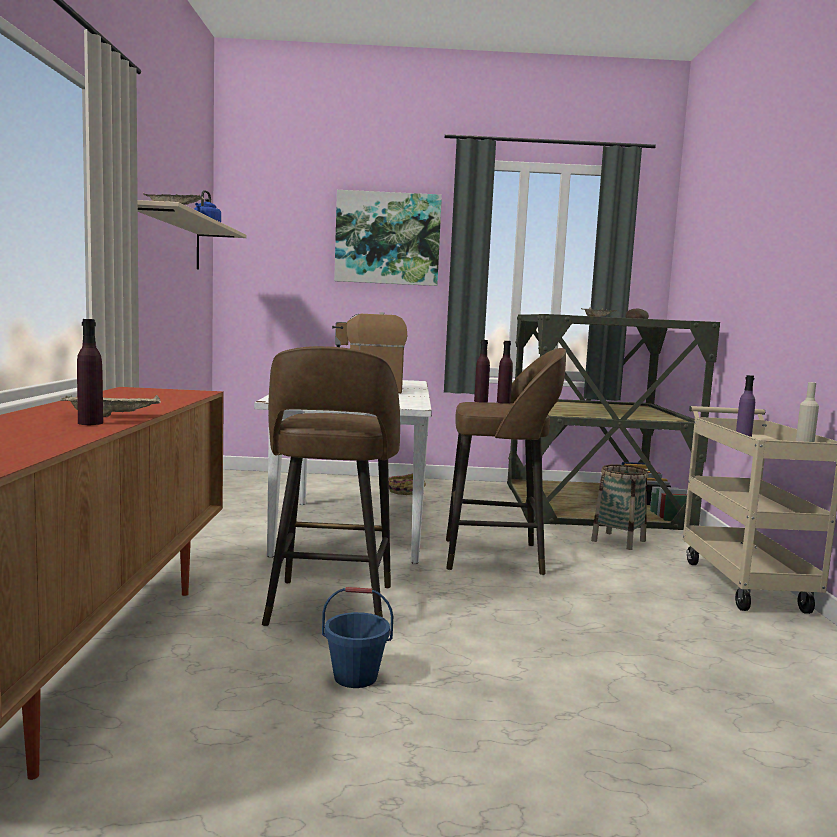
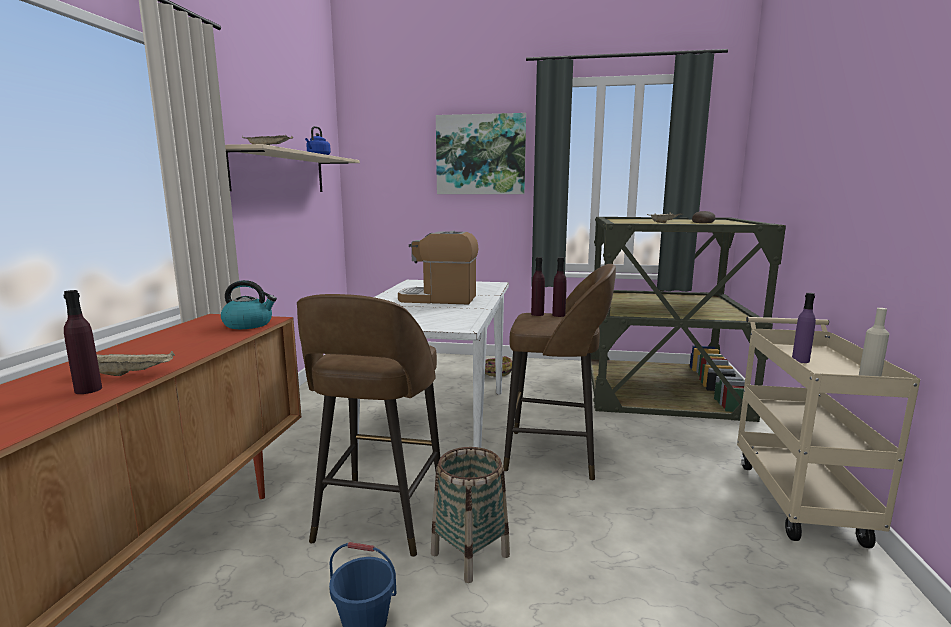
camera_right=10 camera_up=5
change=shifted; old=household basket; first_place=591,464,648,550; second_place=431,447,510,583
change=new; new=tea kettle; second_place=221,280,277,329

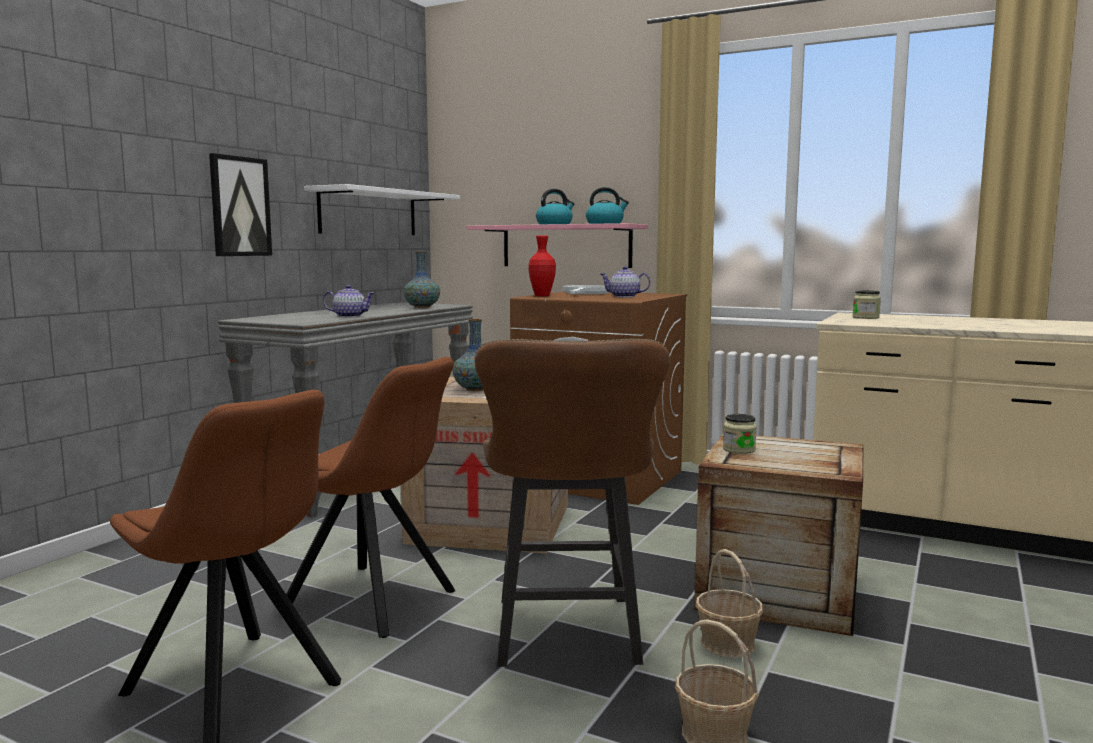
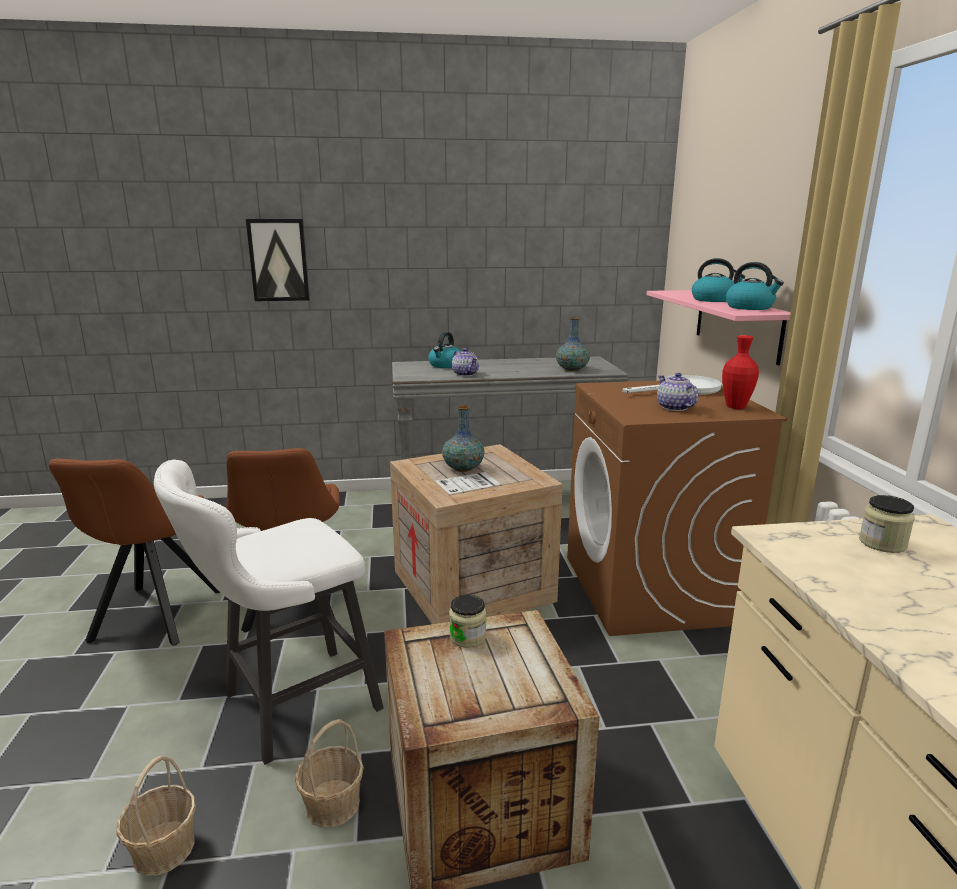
camera_right=55 camera_up=10
change=shifted; old=picture; first_place=209,153,272,256; second_place=246,219,310,301
change=gone; old=shelf/whitish; first_place=304,184,460,235
change=shifted; old=flower vase/red; first_place=528,236,556,296; second_place=722,335,759,409
change=repainted; old=stool seat/brown; new=stool seat/whitish; first_place=475,338,670,667; second_place=154,459,384,765
change=new; new=tea kettle; second_place=428,332,461,368

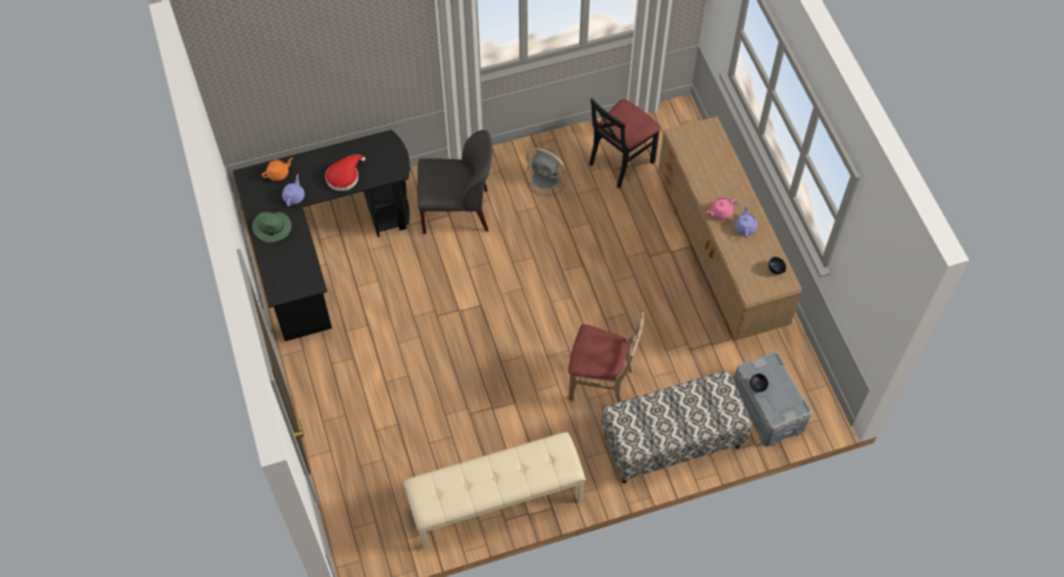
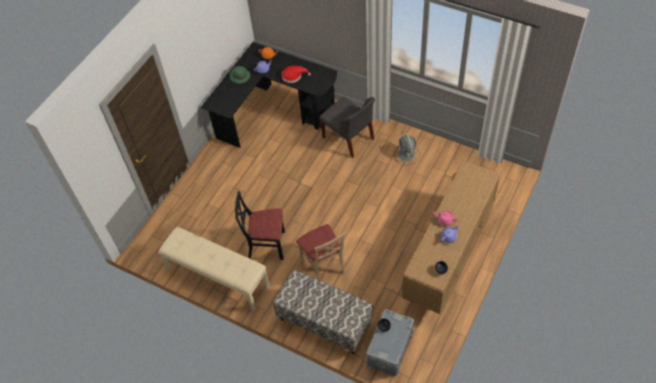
camera_right=50 camera_up=-5
change=shifted; old=chair/blackish; first_place=589,98,661,188; second_place=235,191,285,260

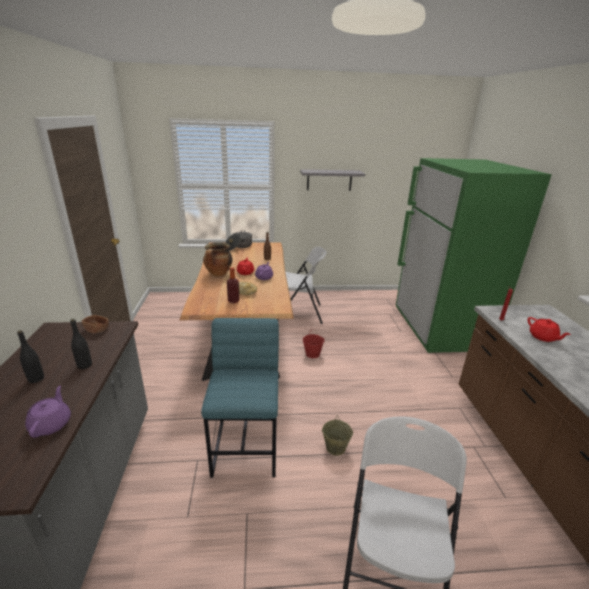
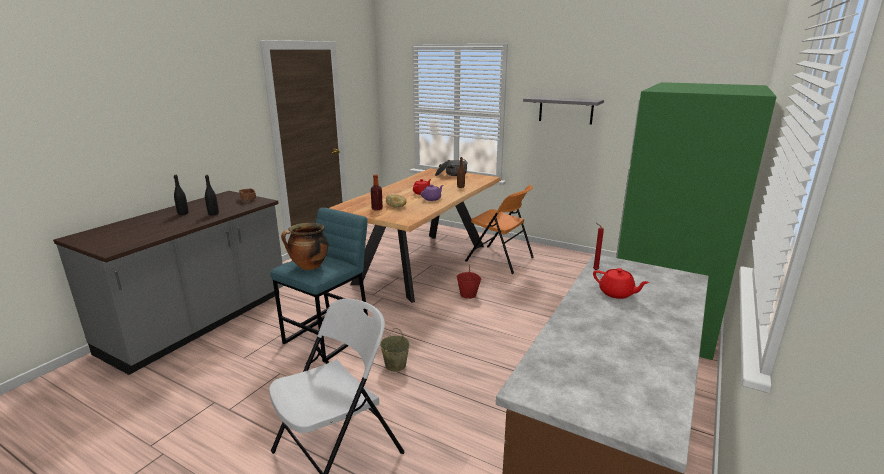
camera_right=35 camera_up=-5
change=shifted; old=stockpot; first_place=203,242,233,277; second_place=281,223,328,270
change=repainted; old=chair/whitish; new=chair/orange-coloured; first_place=277,247,327,324; second_place=465,185,534,274
change=rotated; old=tea pot/red; first_place=528,317,571,342; second_place=593,268,650,299; degrees=-60
change=gone; old=tea pot/purple-coloured; first_place=25,385,71,438

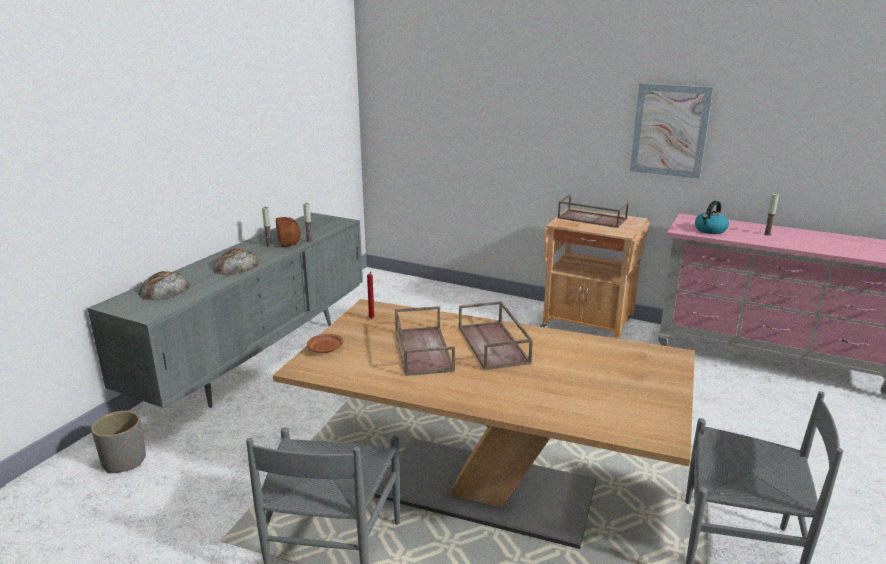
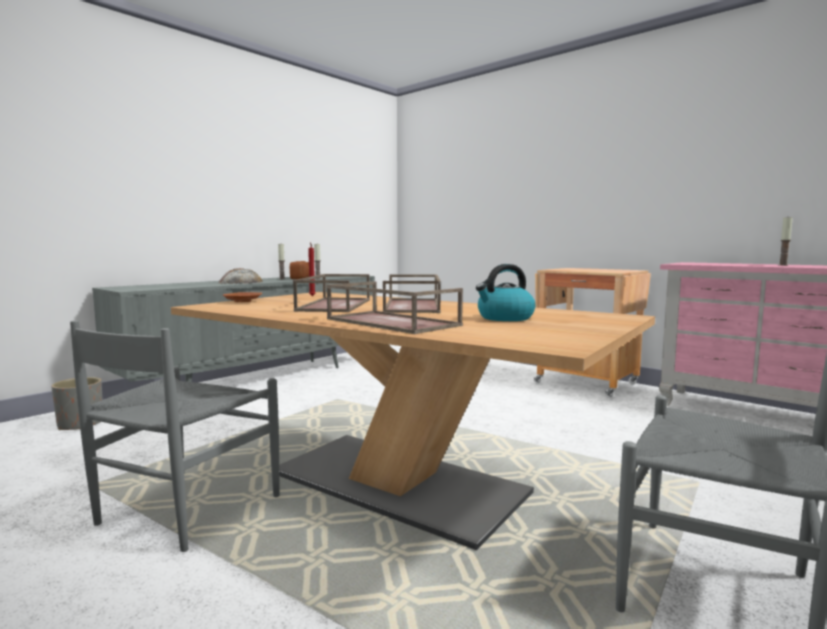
camera_right=15 camera_up=-15
change=gone; old=picture; first_place=630,83,713,179
change=shifted; old=carrying tray/brown; first_place=557,194,629,228; second_place=326,281,463,334
change=shifted; old=tea kettle; first_place=695,201,729,234; second_place=476,264,535,321
change=gone; old=bakery bread; first_place=138,271,190,301

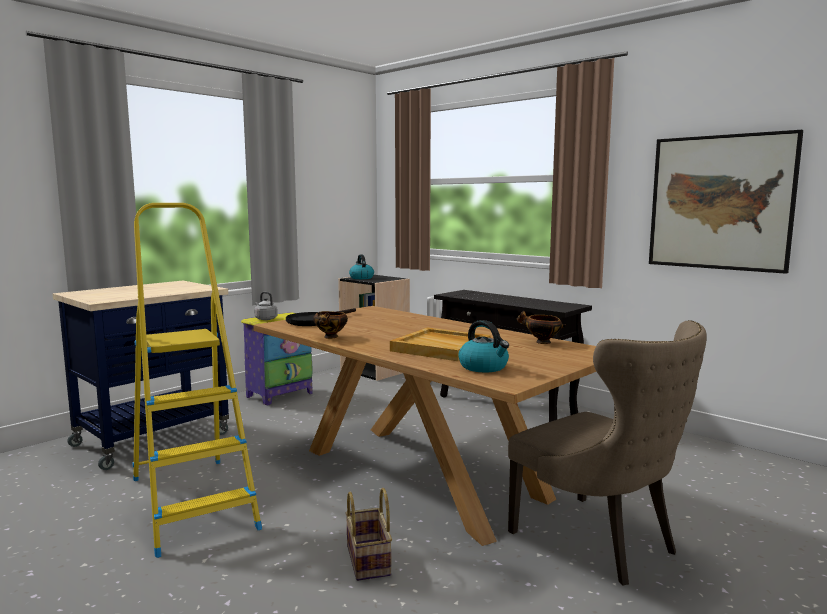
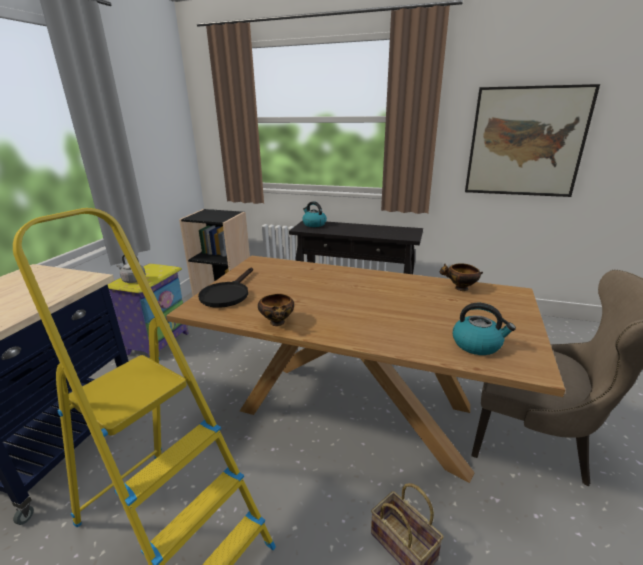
camera_right=-25 camera_up=15
change=shifted; old=tea kettle; first_place=349,254,374,279; second_place=302,201,327,227
change=gone; old=carrying tray/beige; first_place=390,327,491,361

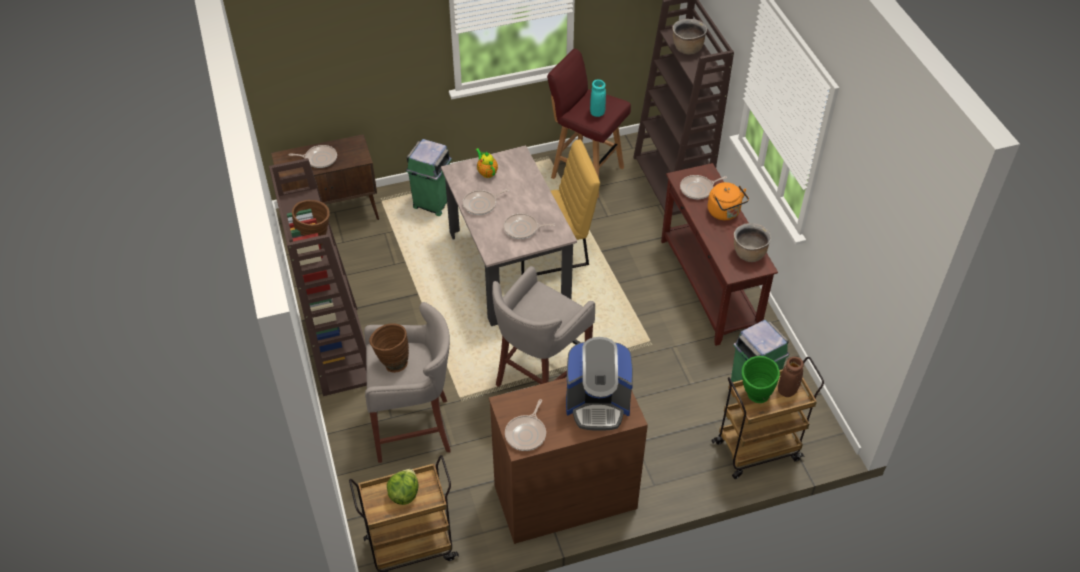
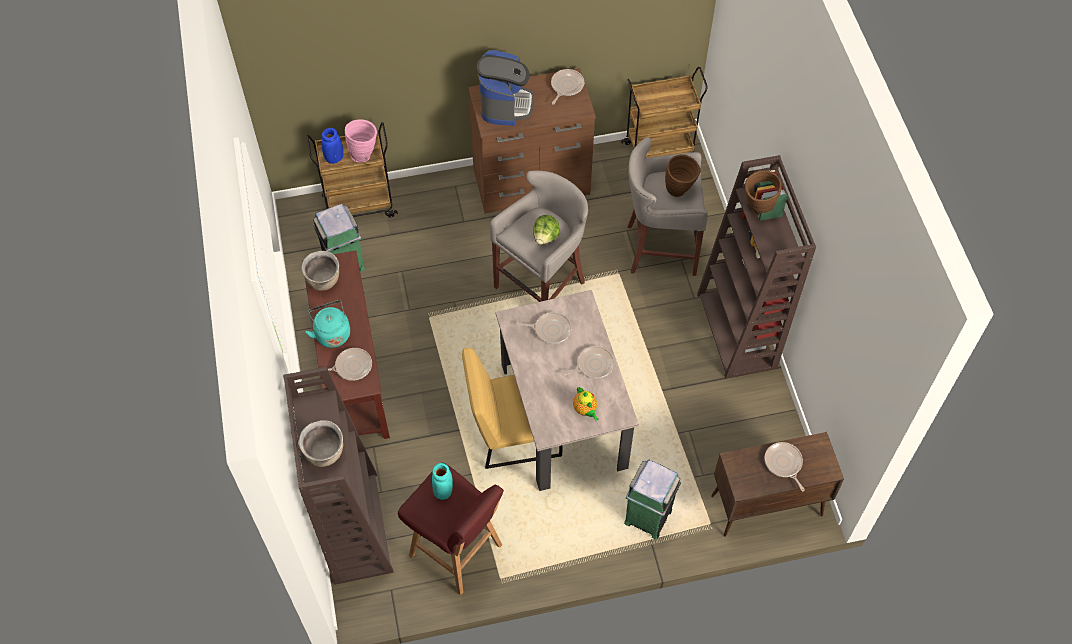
camera_right=-175 camera_up=10
change=rotated; old=skillet; first_place=289,145,337,168; second_place=765,442,805,491; degrees=60
change=repainted; old=tea kettle/orange-coloured; new=tea kettle/turquoise; first_place=708,182,749,220; second_place=305,300,350,348
change=rotated; old=coffee maker; first_place=566,337,633,431; second_place=477,50,534,126; degrees=90
change=repainted; old=flower vase/greenish; new=flower vase/pink; first_place=742,356,780,403; second_place=345,119,377,162
change=repainted; old=flower vase/brown; new=flower vase/blue; first_place=778,357,804,397; second_place=321,128,344,164
change=shifted; old=lettuce; first_place=387,469,418,505; second_place=533,215,560,245

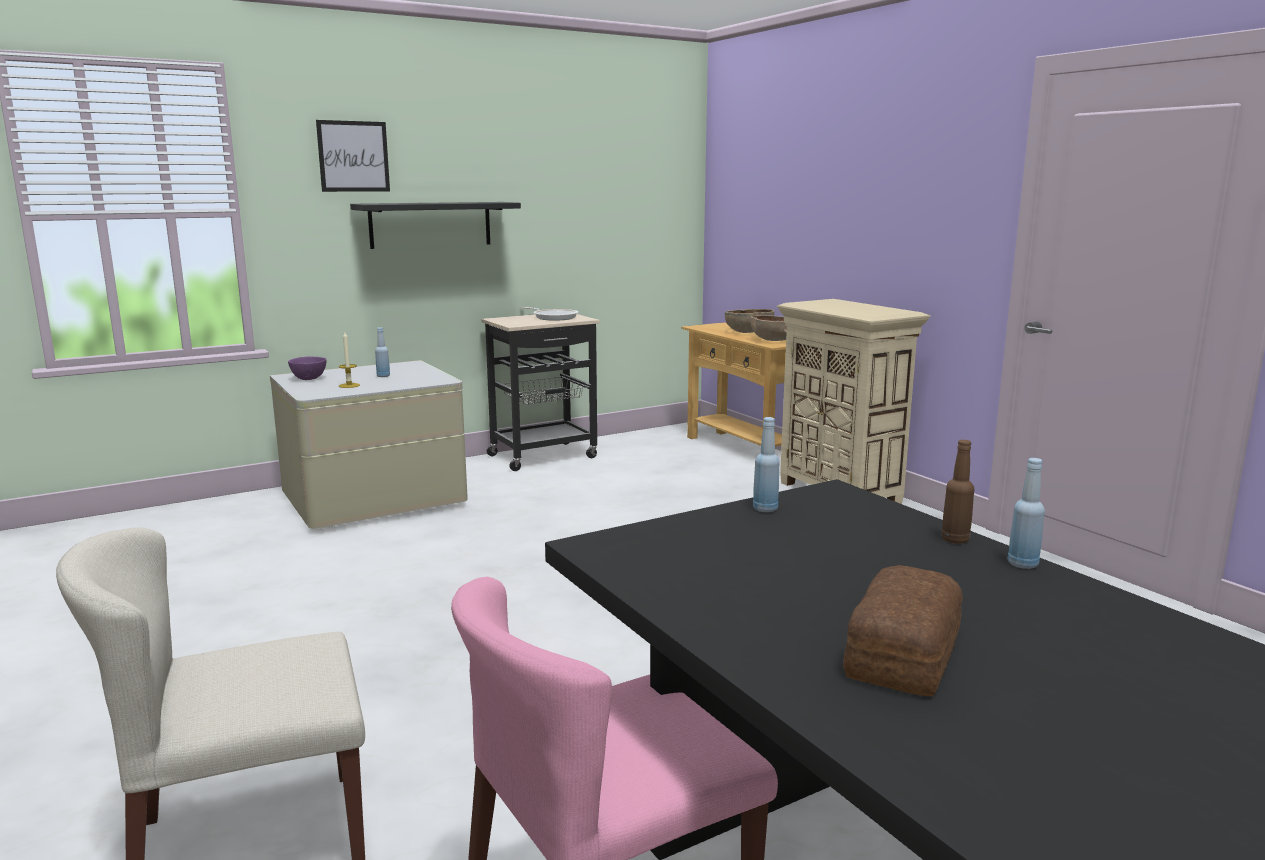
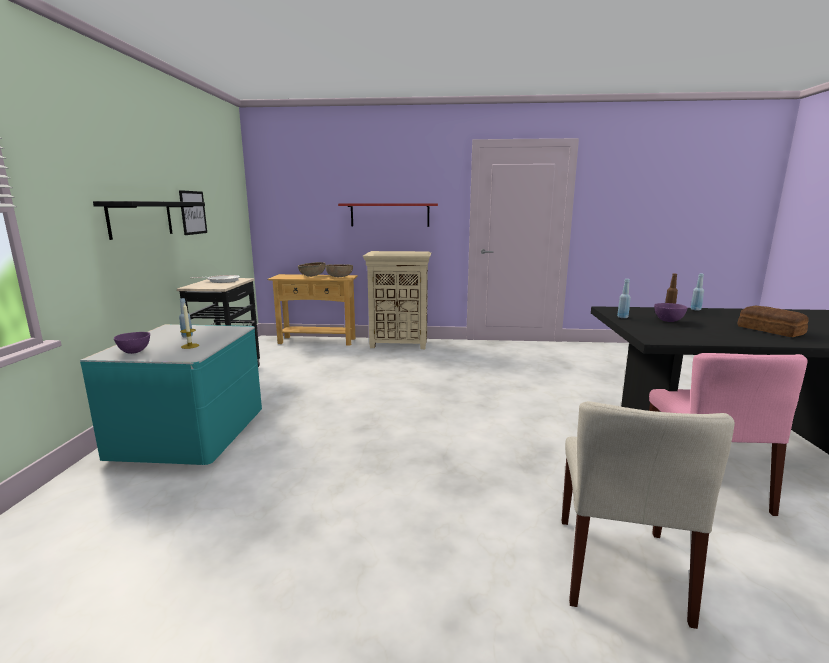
camera_right=-55 camera_up=0
change=shifted; old=picture; first_place=316,120,390,192; second_place=179,190,207,235
change=repainted; old=nightstand/beige; new=nightstand/turquoise; first_place=270,360,468,529; second_place=80,324,262,465
change=new; new=shelf/red; second_place=338,203,438,227
change=new; new=deep dish/purple-coloured; second_place=654,303,688,322

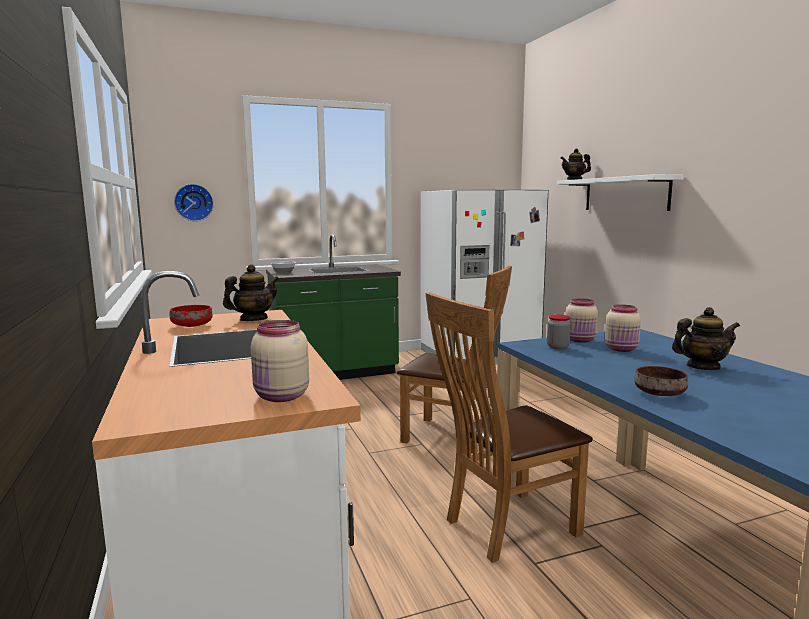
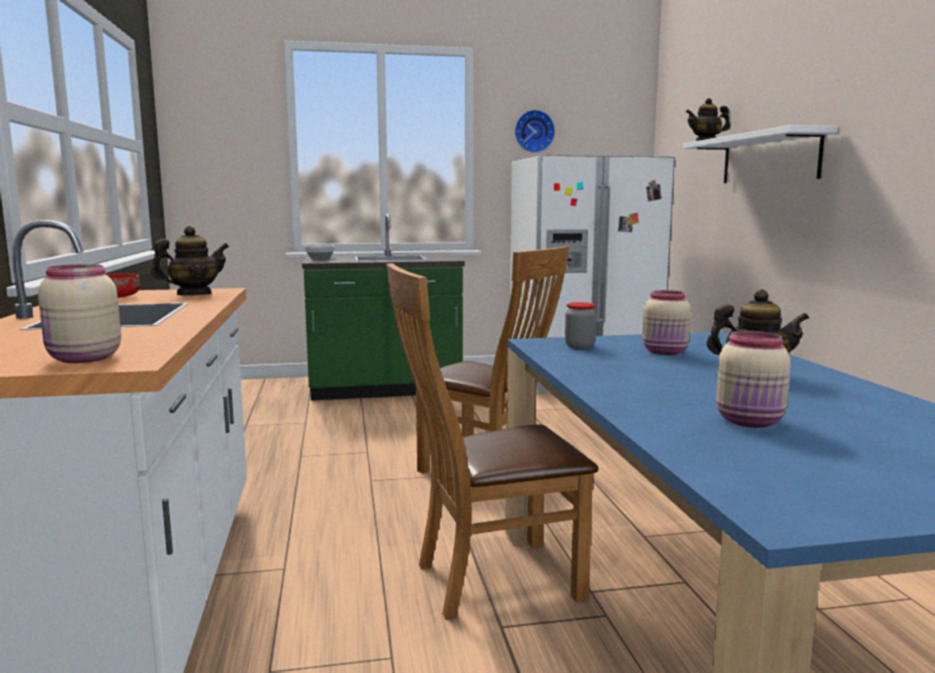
camera_right=10 camera_up=0
change=shifted; old=clock on the wall; first_place=174,184,214,221; second_place=515,110,555,153
change=shifted; old=jar/beige; first_place=566,298,598,343; second_place=716,331,791,428
change=gone; old=deep dish/brown; first_place=635,366,688,396

